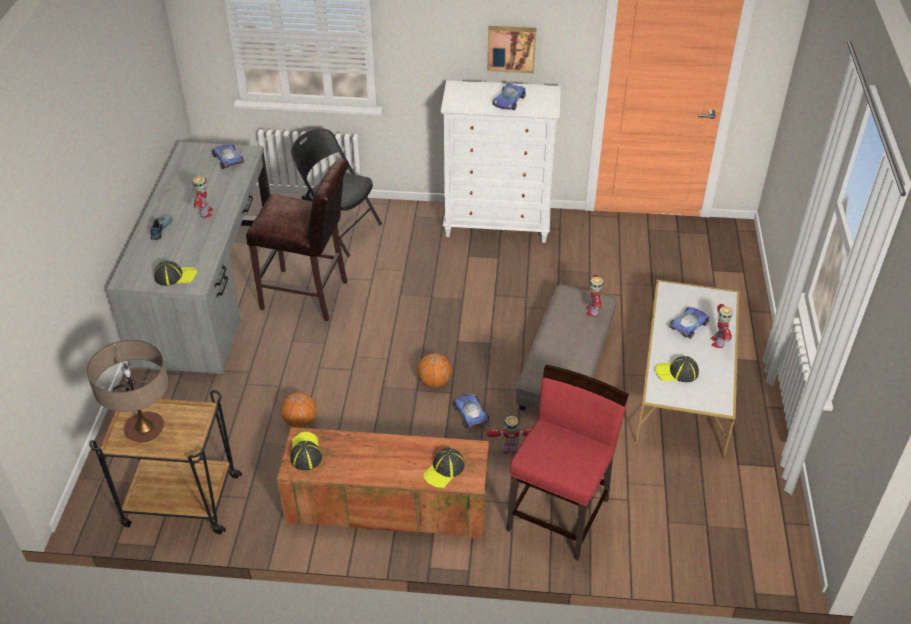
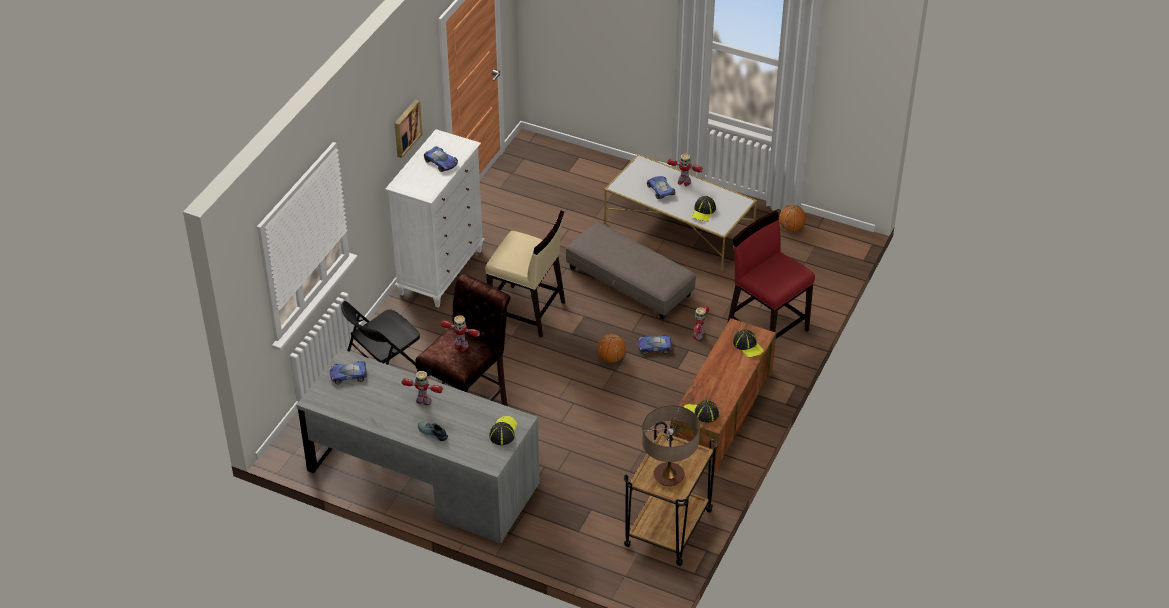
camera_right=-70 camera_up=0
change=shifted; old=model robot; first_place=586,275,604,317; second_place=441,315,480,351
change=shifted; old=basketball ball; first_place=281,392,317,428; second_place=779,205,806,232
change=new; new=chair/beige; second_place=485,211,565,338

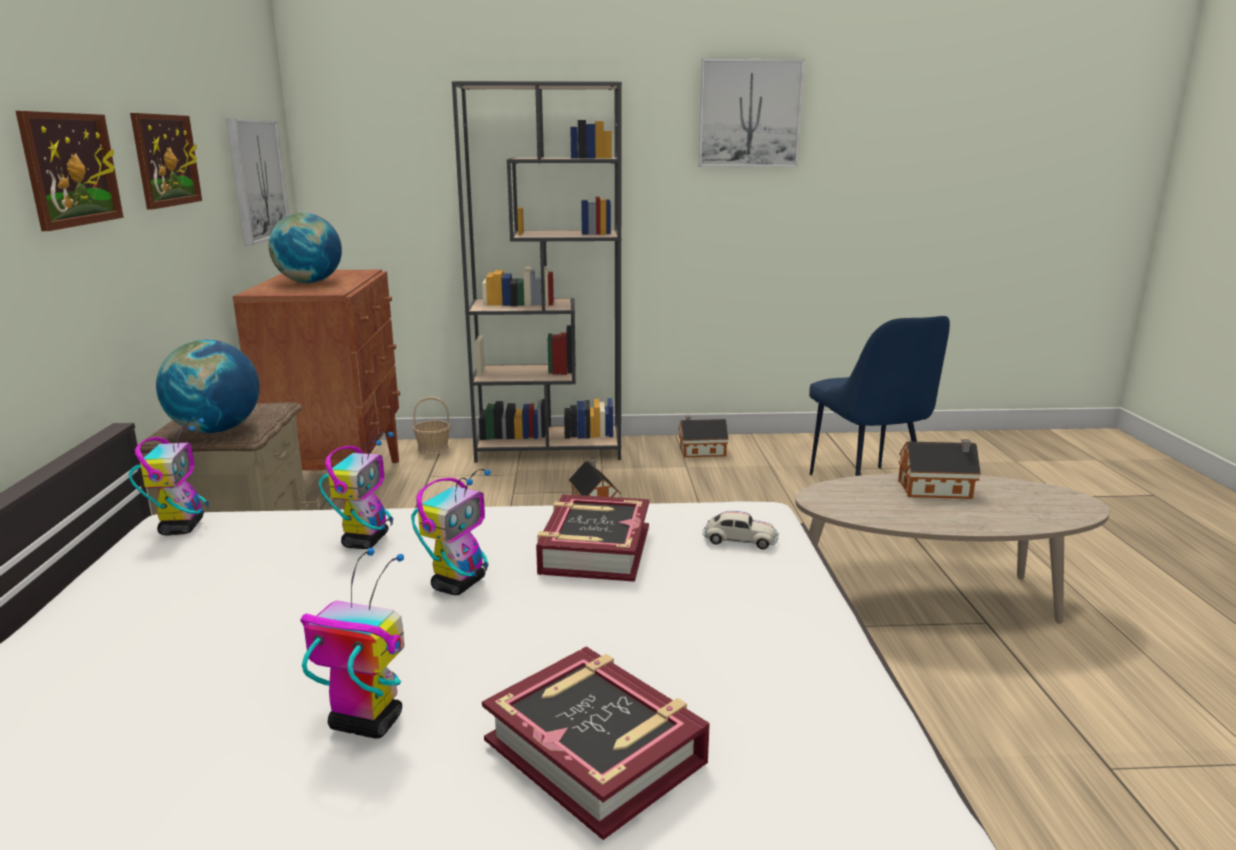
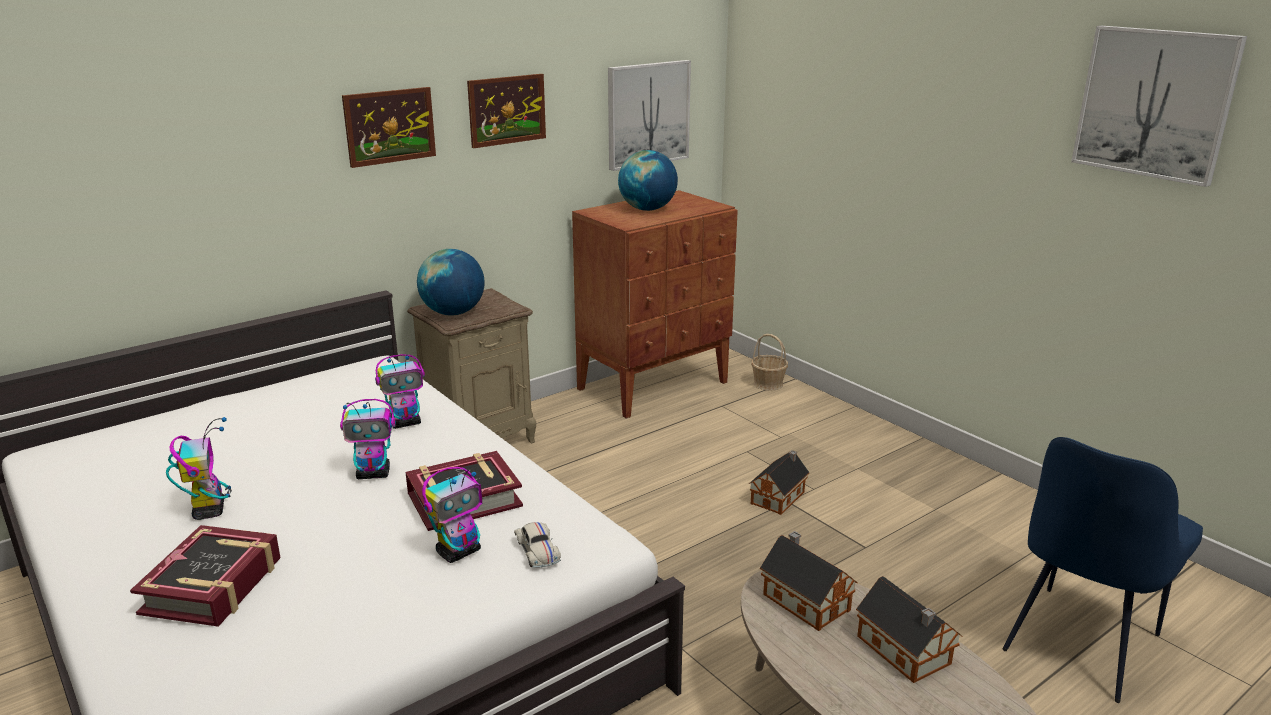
camera_right=55 camera_up=5
change=gone; old=shelving unit; first_place=452,81,622,462
change=shifted; old=miniature house; first_place=678,415,728,457; second_place=760,531,858,631
change=shifted; old=model robot; first_place=129,418,209,535; second_place=422,467,482,563

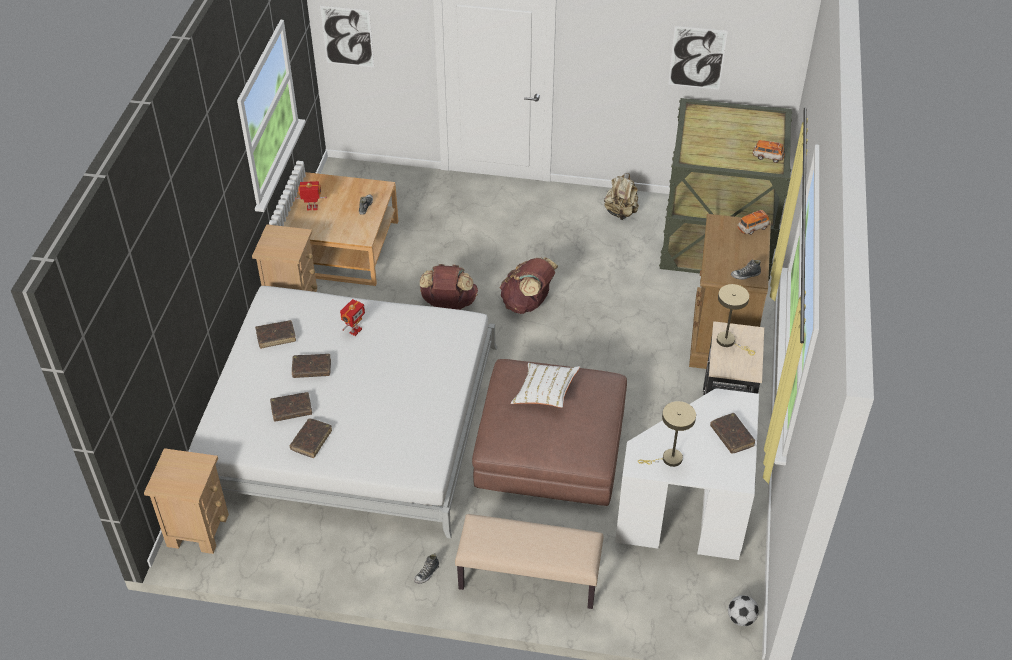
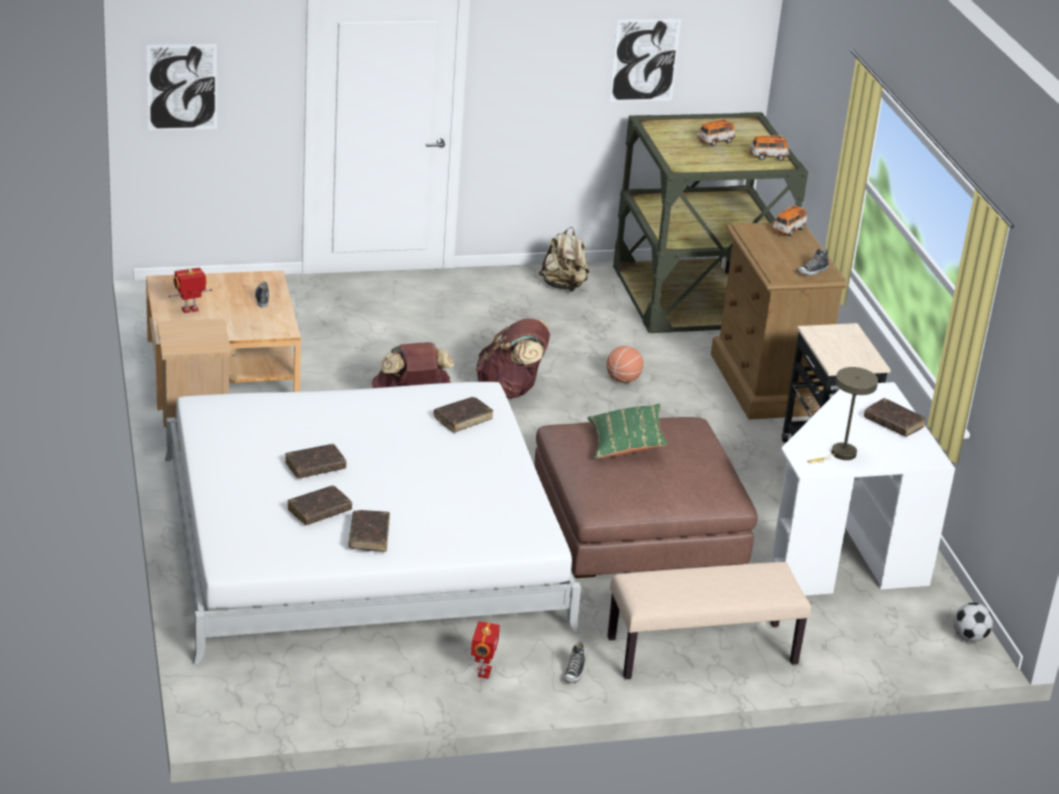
camera_right=-25 camera_up=-15
change=gone; old=table lamp/beige; first_place=717,284,755,356
change=shifted; old=model robot; first_place=340,299,365,336; second_place=471,621,500,679
change=shifted; old=bound book/brown; first_place=255,320,296,349; second_place=434,397,493,433
change=repainted; old=cushion/whitish; new=cushion/greenish; first_place=511,363,580,408; second_place=587,404,668,459
change=gone; old=nightstand/beige; first_place=144,448,229,554
change=new; new=toy car; second_place=697,118,735,146
change=new; new=basketball ball; second_place=606,346,644,383

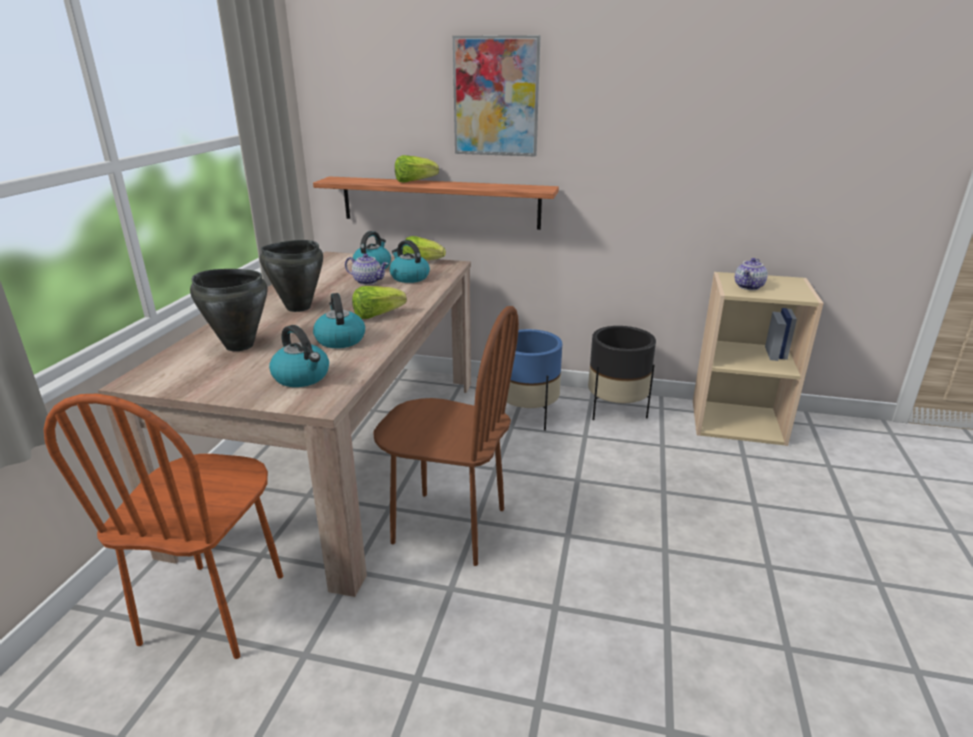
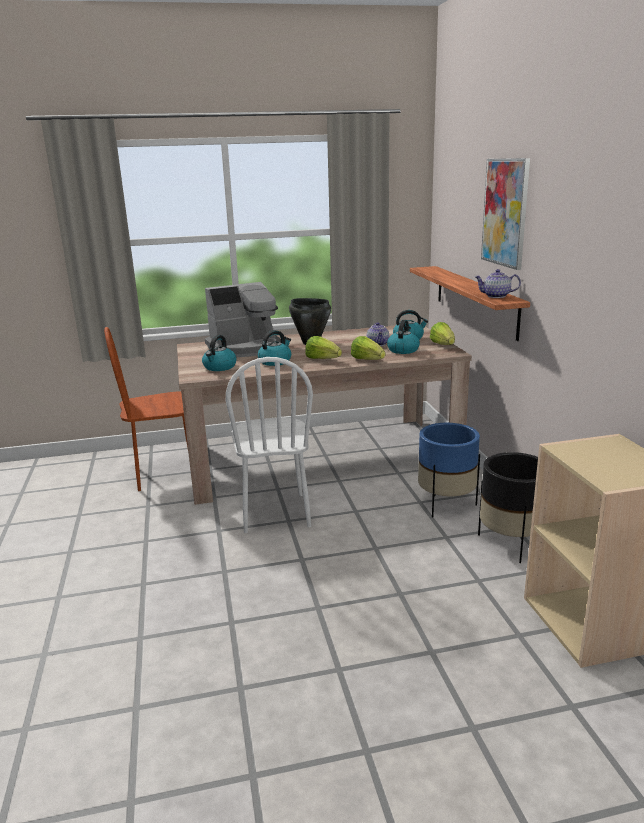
camera_right=65 camera_up=-5
change=shifted; old=lettuce; first_place=395,155,439,183; second_place=351,336,385,360
change=shifted; old=tea pot; first_place=735,258,768,290; second_place=475,269,521,298
change=swapped; old=stockpot/blackish; new=coffee maker; first_place=190,269,267,351; second_place=205,282,281,357
change=repainted; old=chair/brown; new=chair/whitish; first_place=373,306,519,566; second_place=226,357,313,533

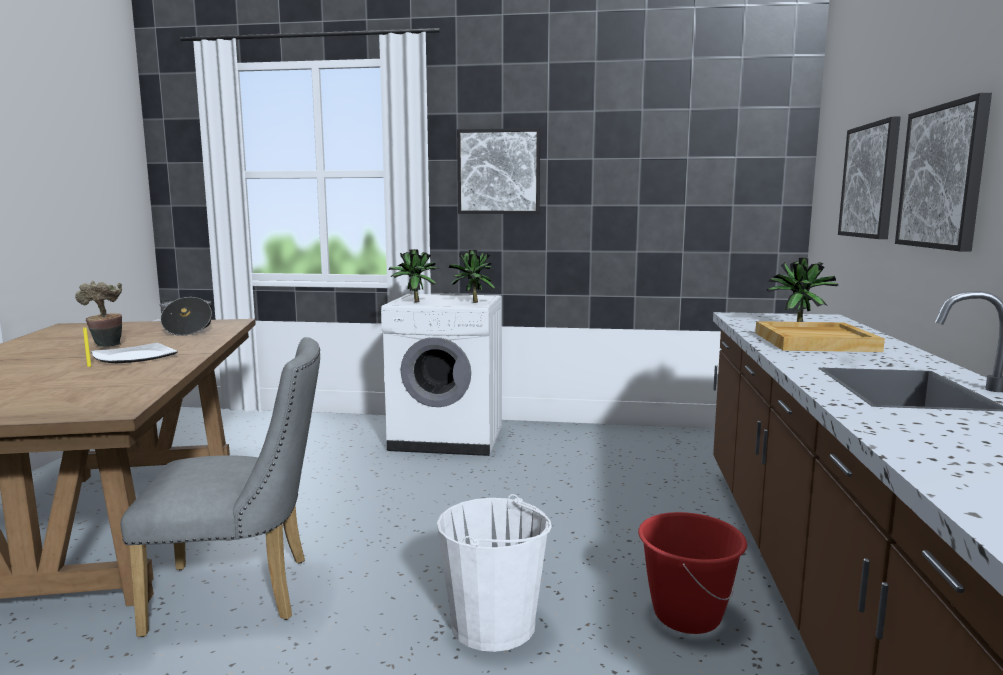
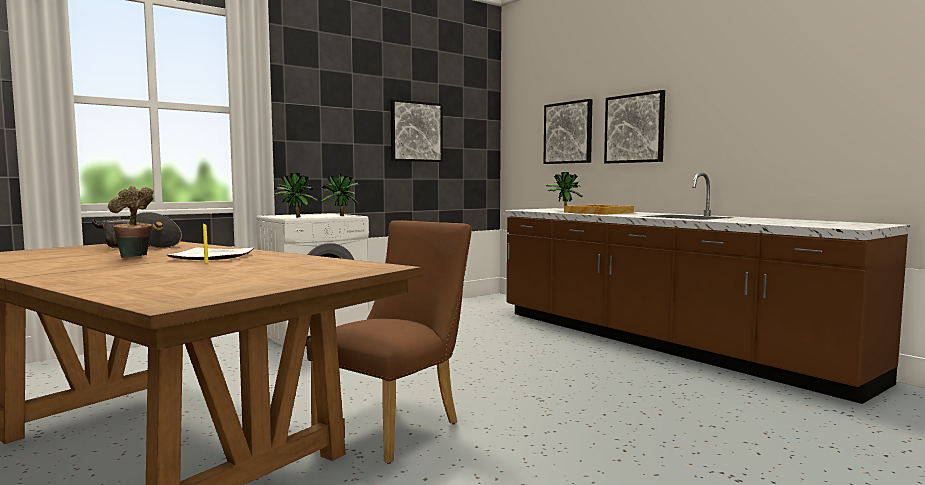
camera_right=-45 camera_up=-5
change=shifted; old=picture; first_place=457,128,540,214; second_place=390,99,443,162
change=repainted; old=chair/grey; new=chair/brown; first_place=121,337,320,637; second_place=306,220,472,464
change=gone; old=pail/whitish; first_place=437,494,552,652
change=gone; old=pail/red; first_place=638,512,747,634

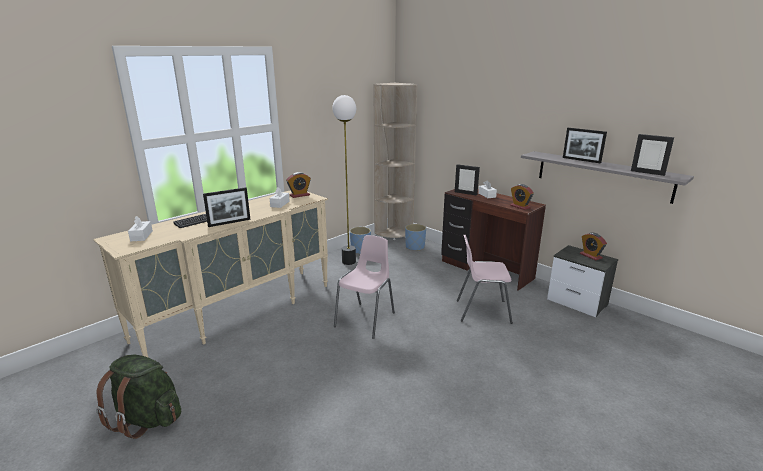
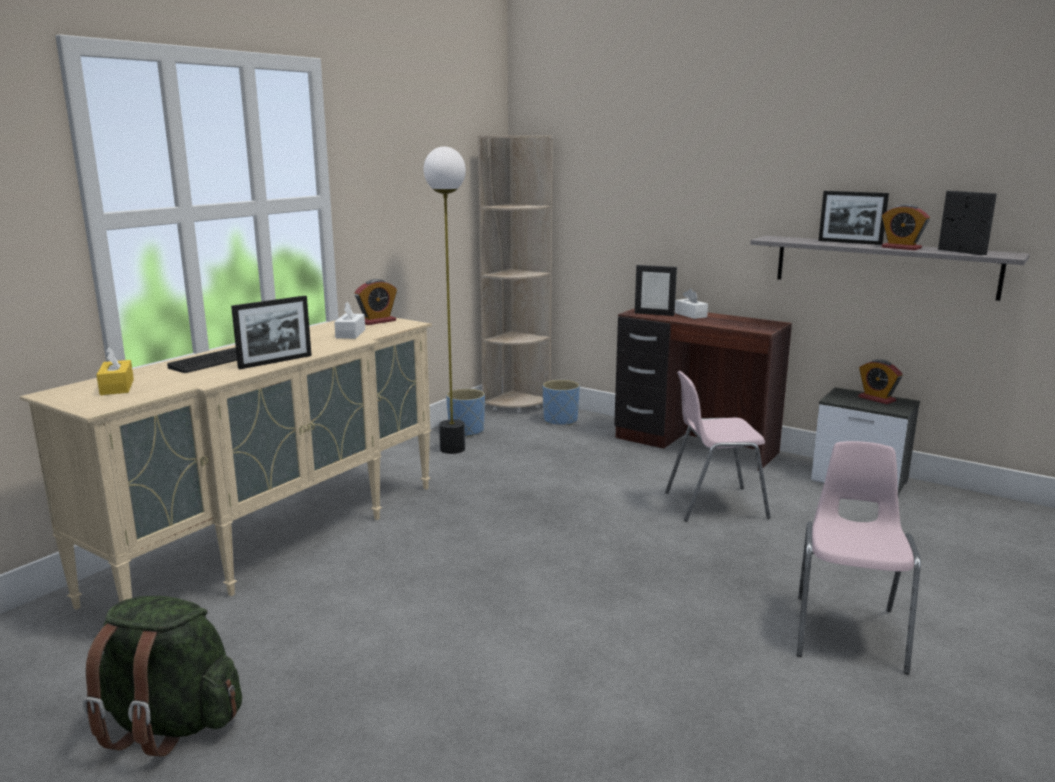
camera_right=-10 camera_up=-5
change=rotated; old=standing frame; first_place=631,134,674,176; second_place=938,191,997,255; degrees=-150
change=shifted; old=bedside clock; first_place=510,184,534,210; second_place=882,204,930,250
change=repainted; old=box of tissues/whitish; new=box of tissues/yellow-coloured; first_place=128,216,153,241; second_place=97,347,134,395
change=shifted; old=chair/pink; first_place=334,235,395,339; second_place=797,441,921,674

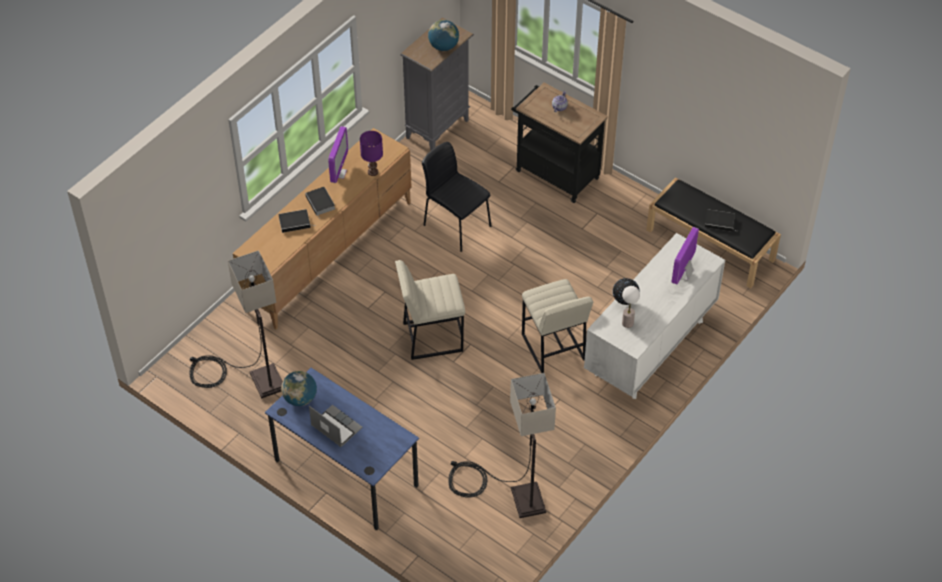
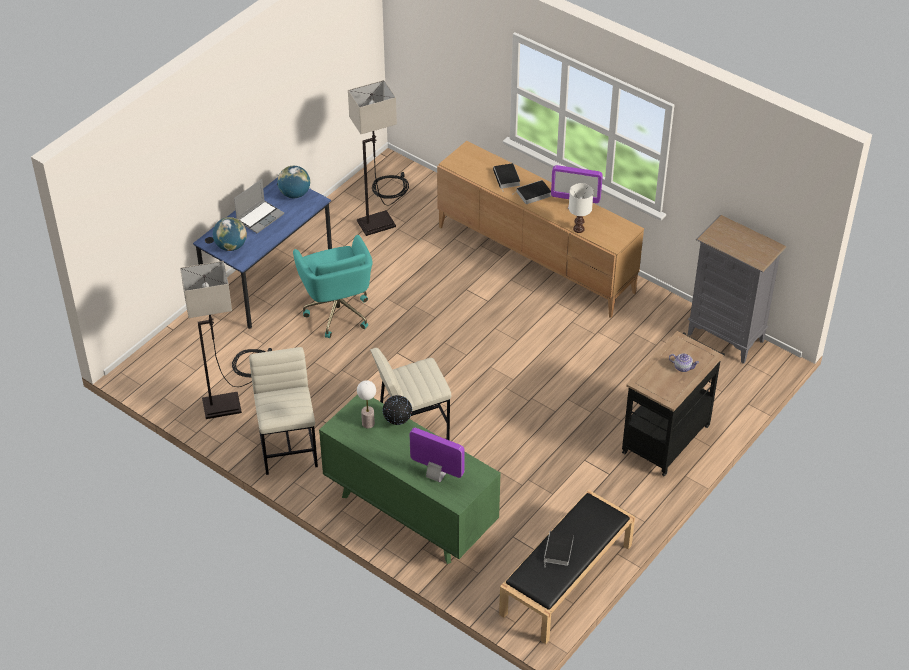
camera_right=90 camera_up=-5
change=shifted; old=world globe; first_place=428,20,459,51; second_place=213,217,247,251
change=repainted; old=table lamp/purple-coloured; new=table lamp/whitish; first_place=360,131,383,176; second_place=569,183,593,233
change=gone; old=chair/blackish; first_place=422,142,492,252
change=repainted; old=chest of drawers/whitish; new=chest of drawers/greenish; first_place=584,233,725,399; second_place=319,394,501,564
change=shifted; old=chair/beige; first_place=395,260,465,360; second_place=249,347,318,475
change=new; new=office chair/turquoise; second_place=293,235,373,338

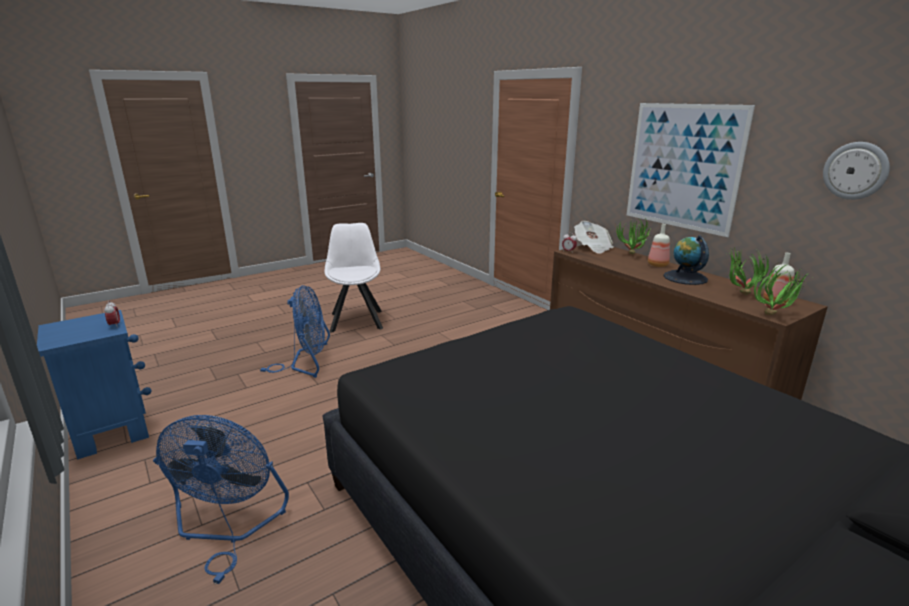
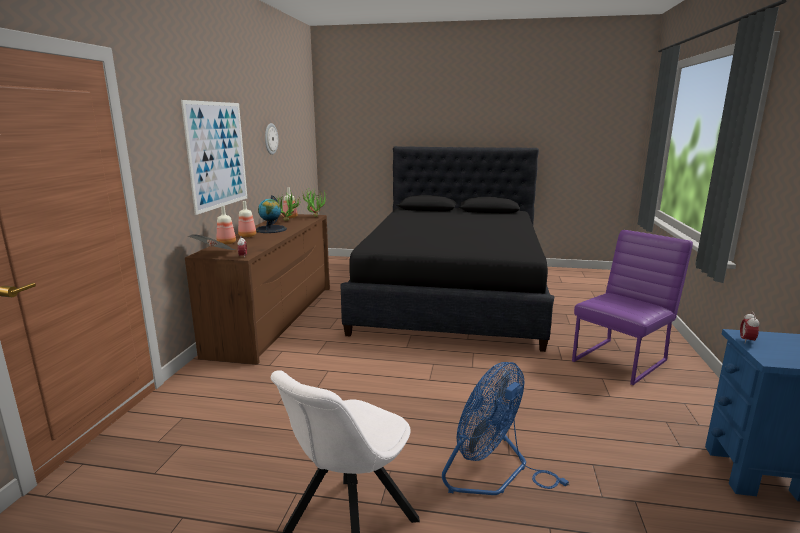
camera_right=-135 camera_up=-5
change=swapped; old=potted plant; new=bottle; first_place=616,218,652,254; second_place=217,206,236,245
change=swapped; old=fan/blue; new=chair/purple-coloured; first_place=153,415,289,584; second_place=572,230,693,385

